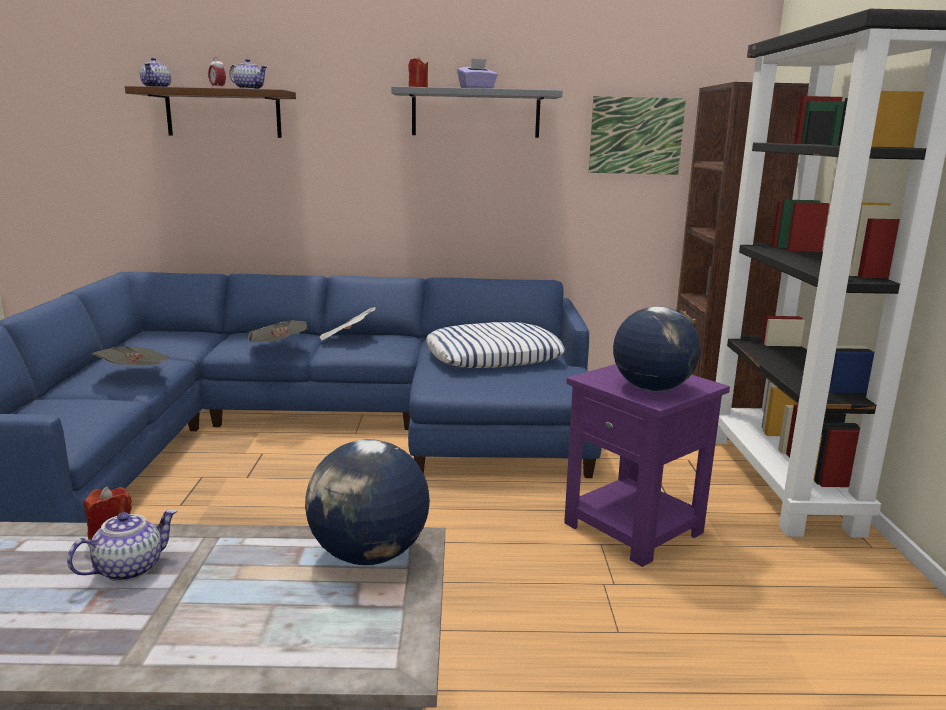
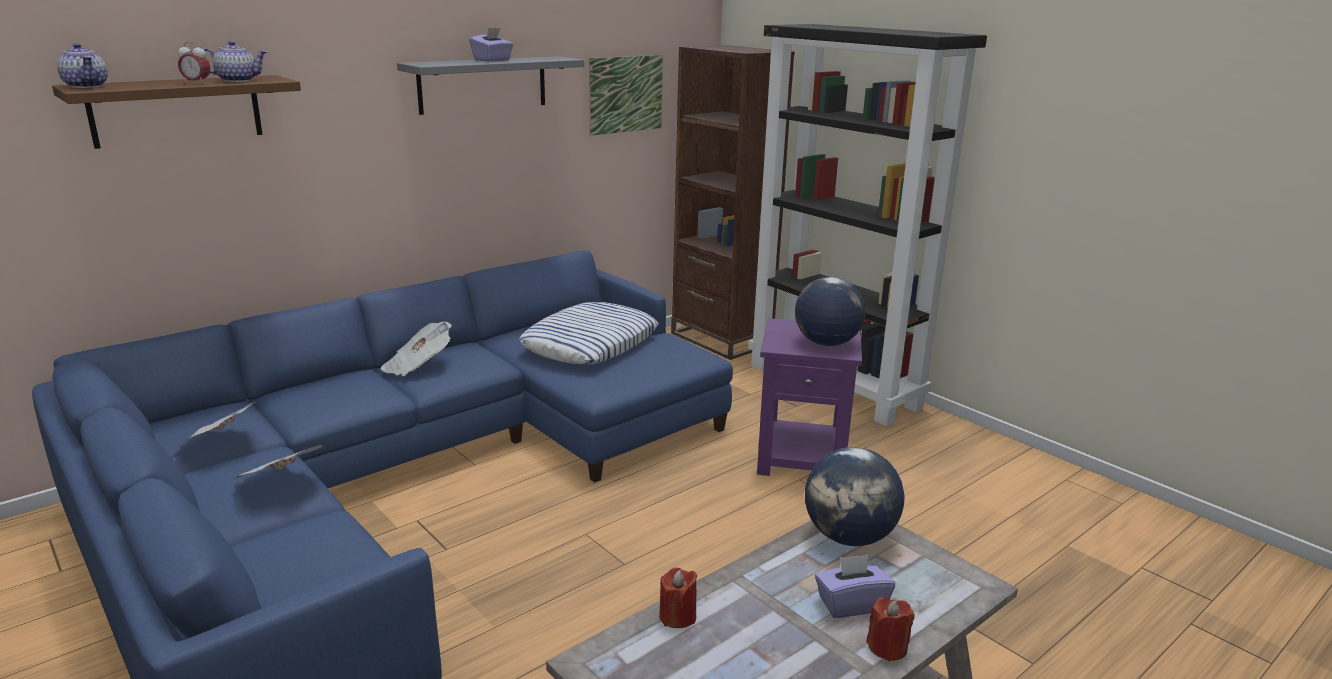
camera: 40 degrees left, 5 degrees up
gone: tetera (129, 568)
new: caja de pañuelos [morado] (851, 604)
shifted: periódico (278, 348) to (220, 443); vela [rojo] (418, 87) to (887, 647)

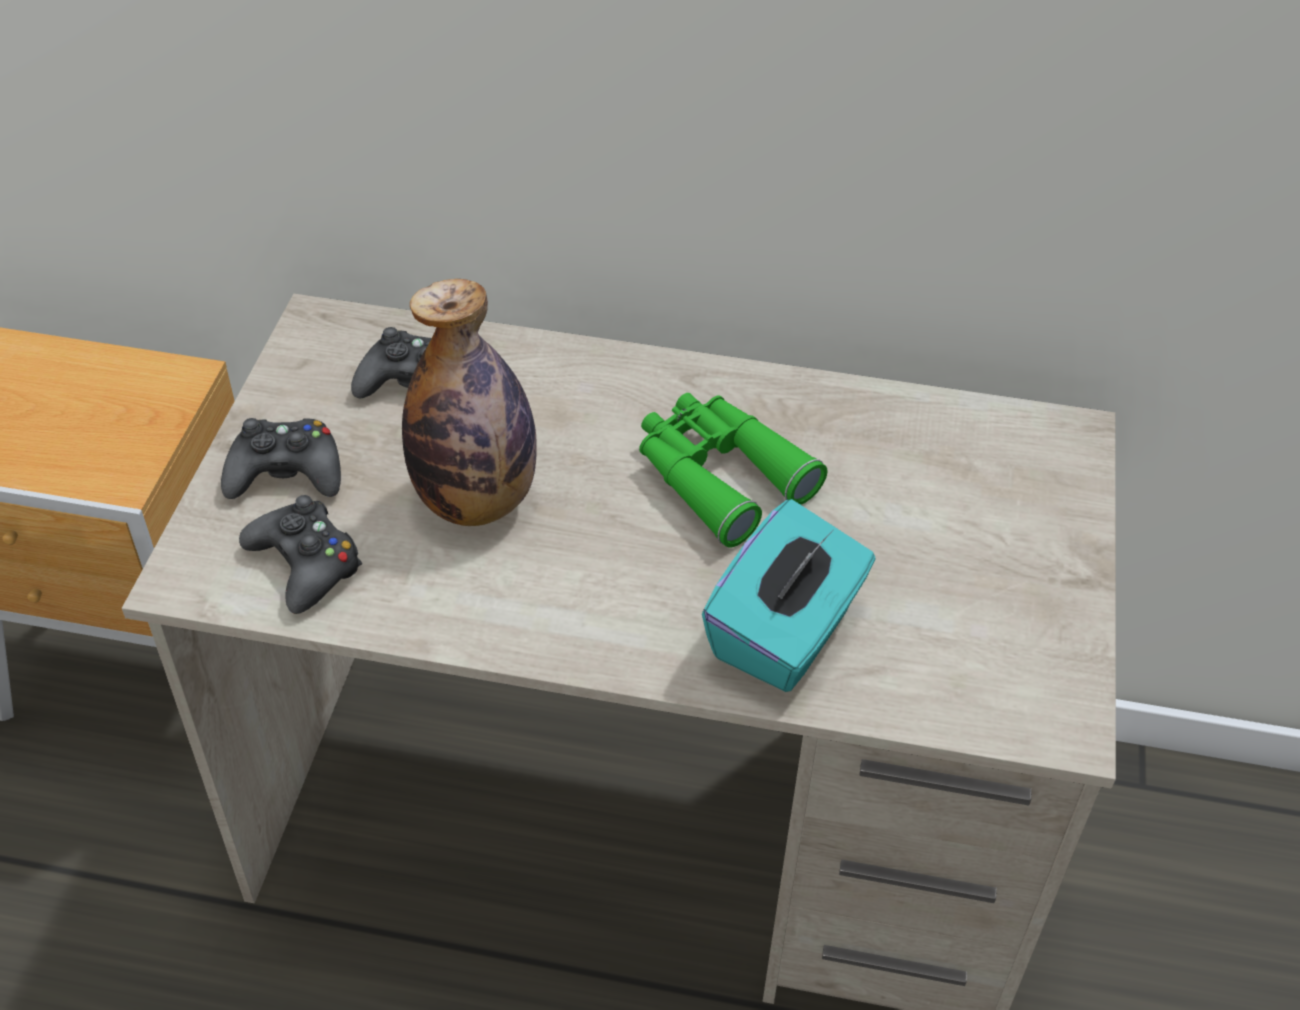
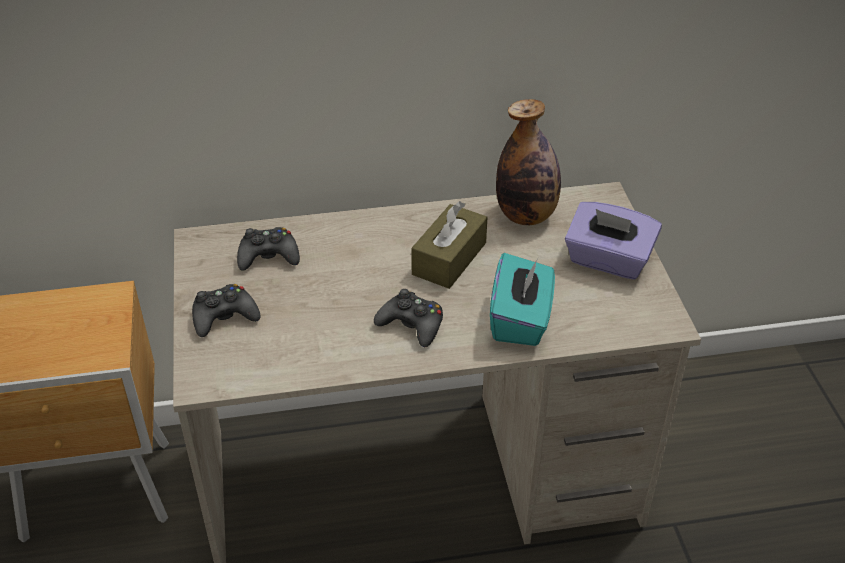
camera: 20 degrees left, 5 degrees down
new: caja de pañuelos [morado] (608, 261)
shifted: mando de consola [negro] (306, 564) to (412, 325); botella (476, 500) to (526, 215)
swapped: prismáticos [verde] (718, 476) to caja de pañuelos [marrón] (449, 258)

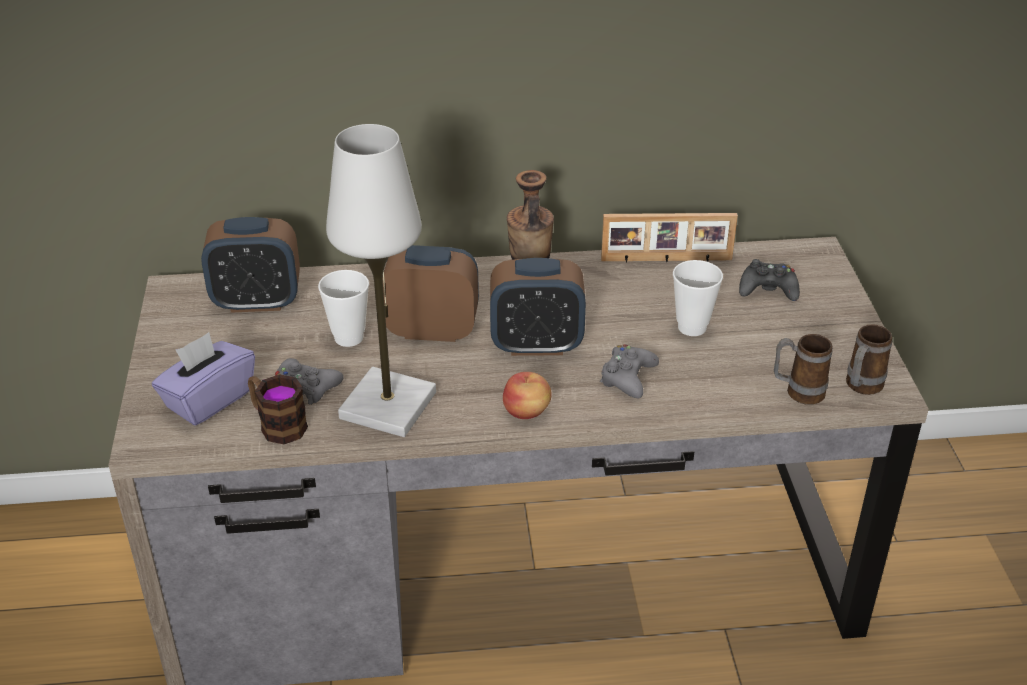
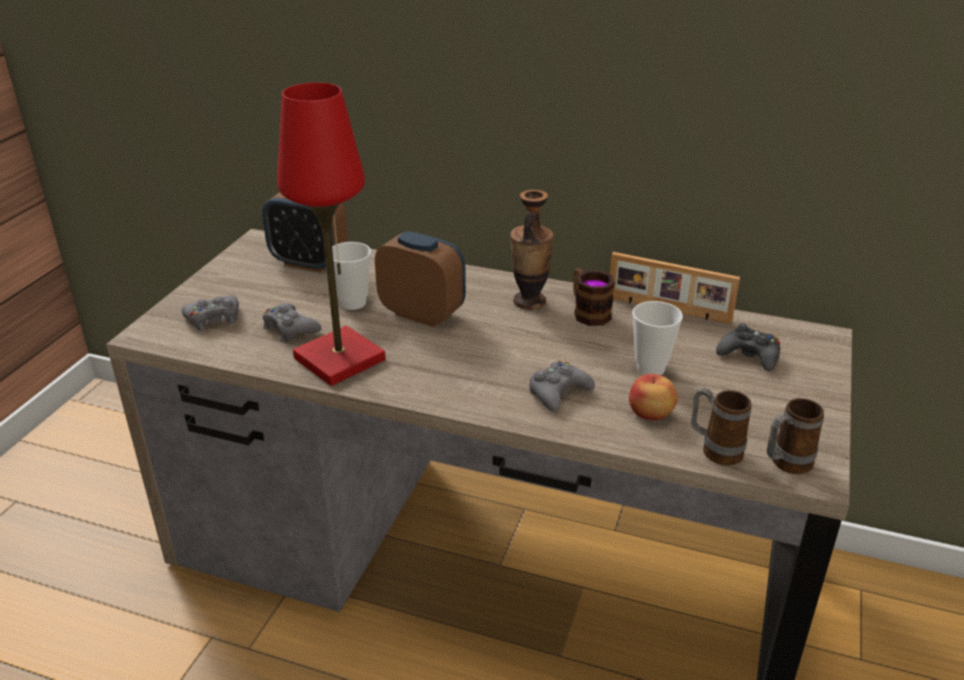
camera: 25 degrees right, 5 degrees down
gone: despertador (536, 345)
shifted: taza grande (277, 424) to (588, 312); manzana (527, 412) to (651, 414)
swapped: caja de pañuelos [morado] (208, 400) to mando de consola [gris] (213, 319)
repainted: lámpara de mesa [blanco] (388, 405) to lámpara de mesa [rojo] (339, 359)

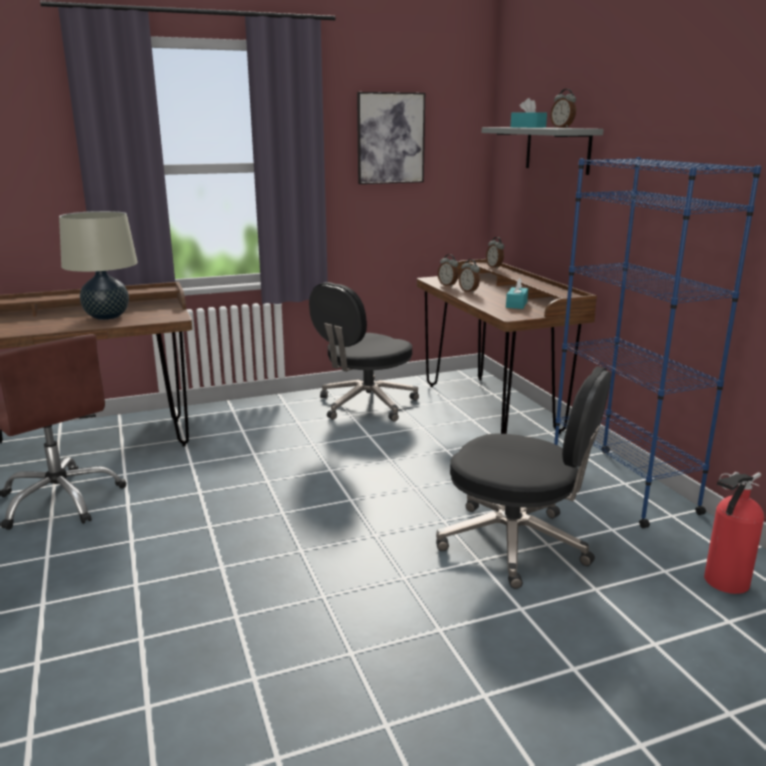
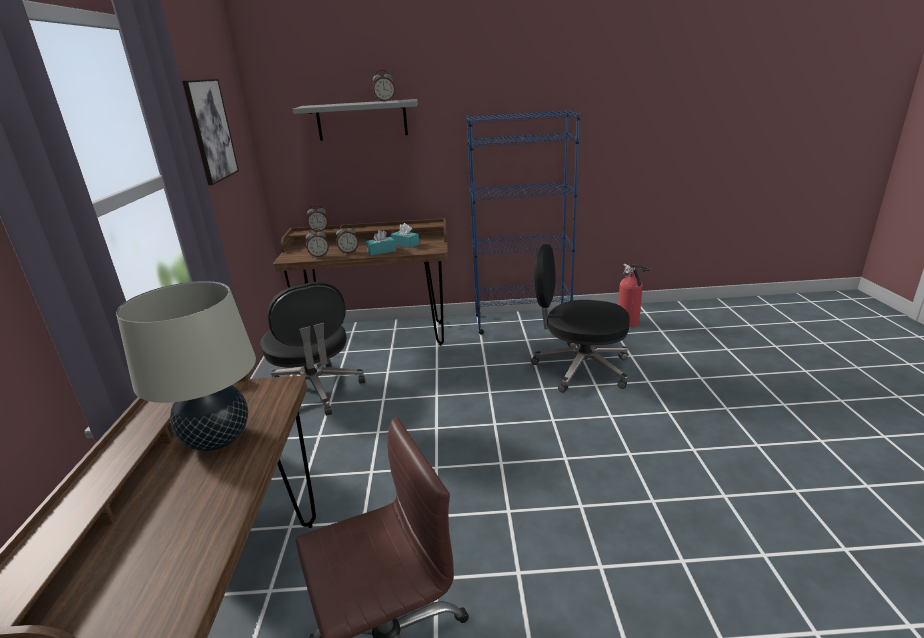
camera: 70 degrees left, 5 degrees up
shifted: caja de pañuelos [turquesa] (528, 127) to (381, 251)
rotated: silla de oficina [negro] (517, 544) = (579, 368) 120 degrees counterclockwise

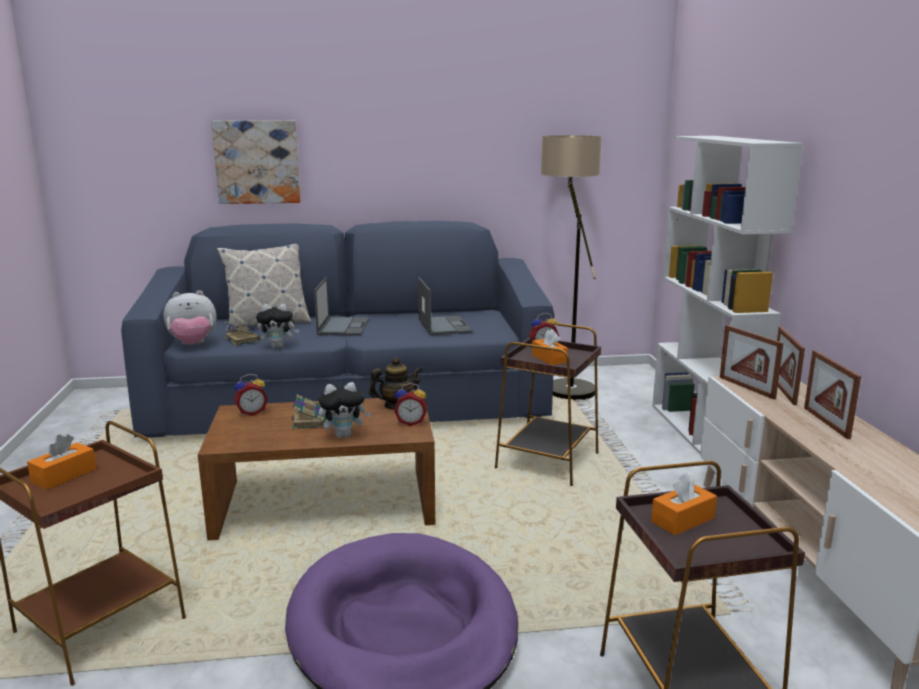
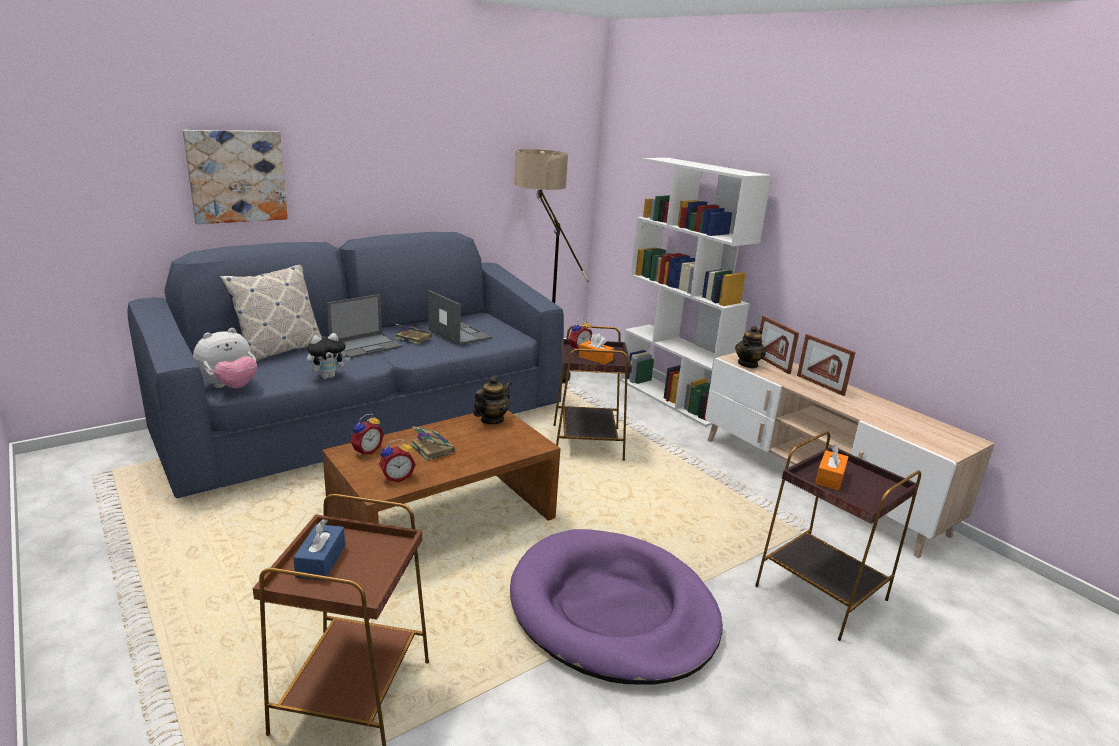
camera: 30 degrees left, 5 degrees up
gone: peluche (344, 435)
shifted: despertador (411, 422) to (397, 477); libro (241, 339) to (412, 338)
swapped: portarretratos (746, 387) to tetera (748, 364)
repainted: caja de pañuelos [naranja] (64, 475) to caja de pañuelos [azul] (321, 561)
rotated: portátil (343, 326) = (366, 346) 75 degrees clockwise

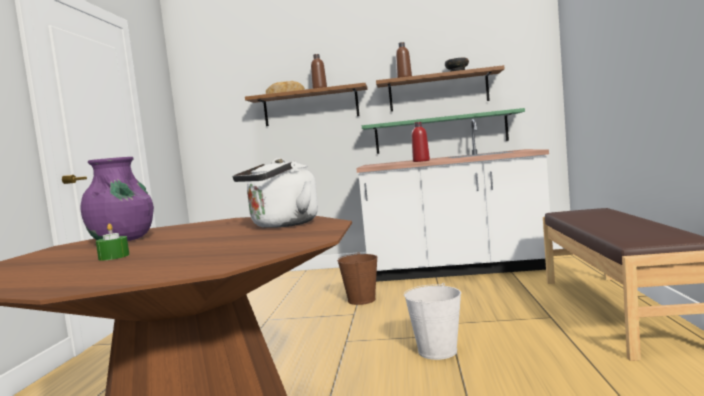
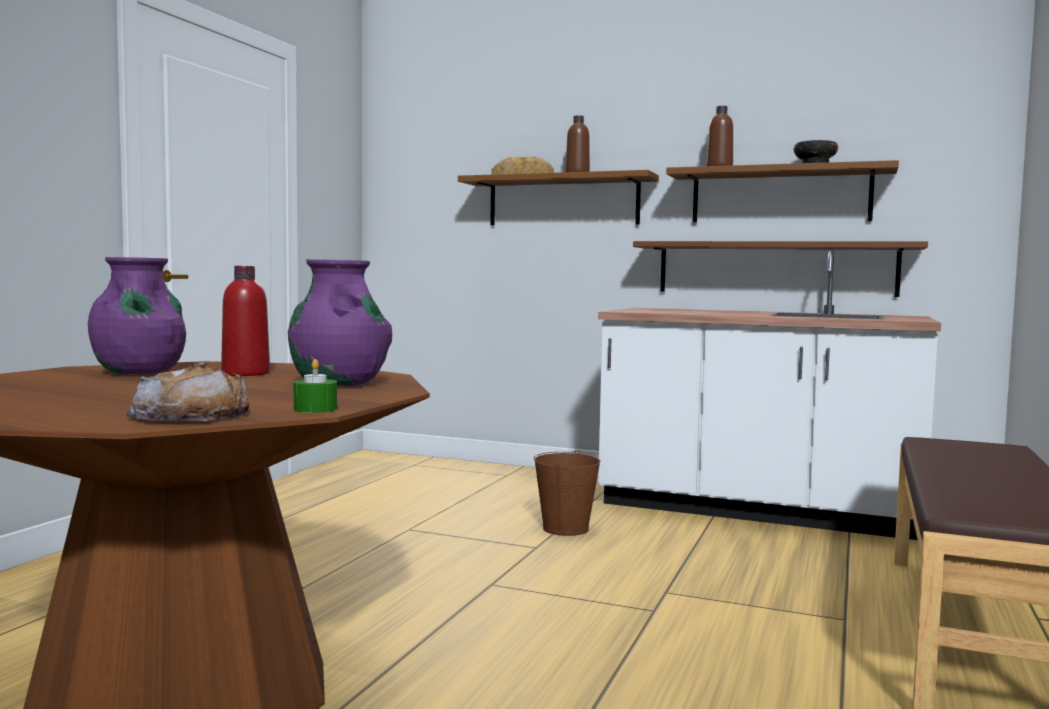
camera: 15 degrees right, 0 degrees up
gone: cubo [blanco] (437, 351)
new: pan (191, 415)
shifted: botella [rojo] (421, 161) to (246, 373); vela [verde] (114, 257) to (315, 409)
swapped: hervidor [blanco] (281, 225) to florero [morado] (339, 384)
repainted: estante [verde] (440, 132) to estante [marrón] (775, 268)

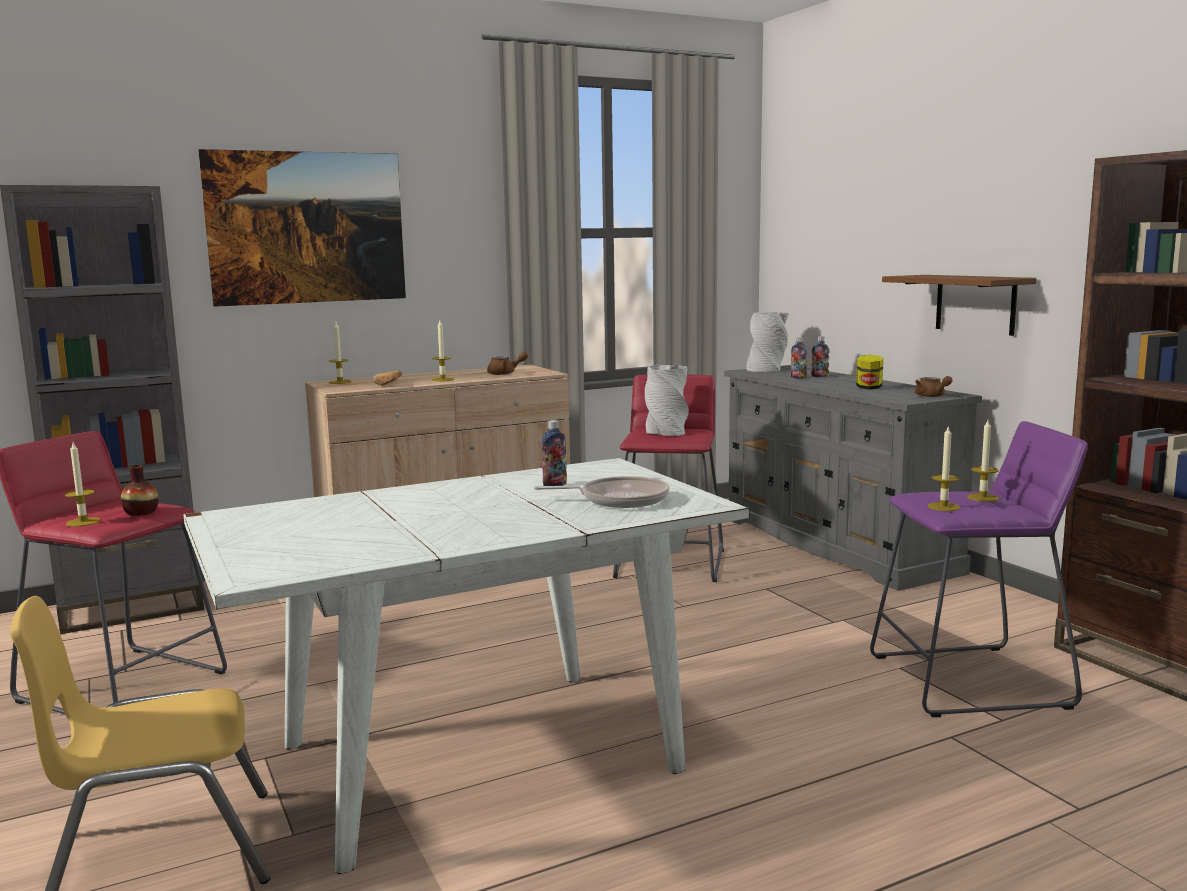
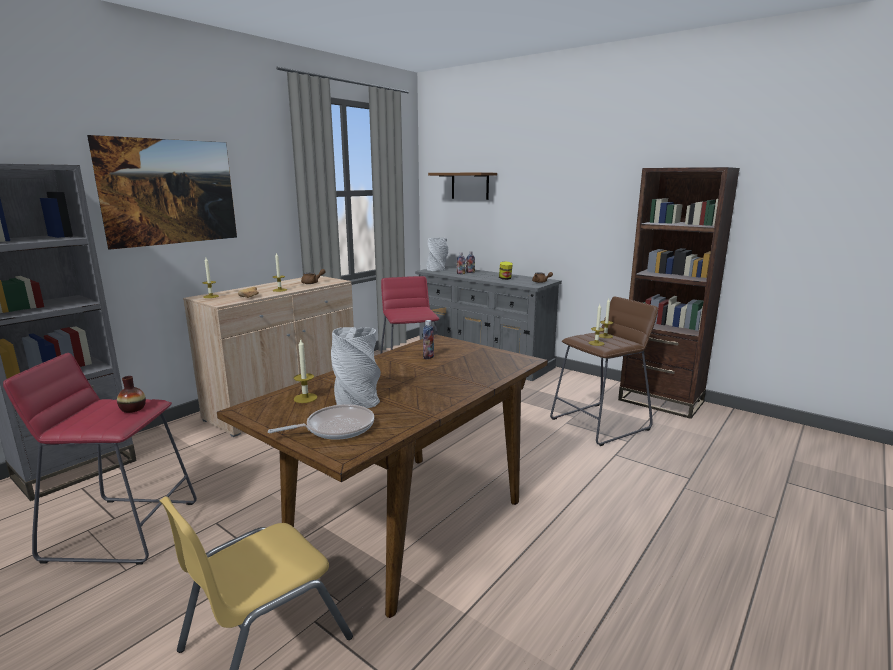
camera: 25 degrees left, 5 degrees up
shifted: sartén (619, 499) to (336, 428); vela (83, 522) to (305, 398); florero [gris] (666, 432) to (357, 399); estante [marrón] (975, 304) to (470, 186)
repainted: mesa de comedor [blanco] (475, 759) to mesa de comedor [marrón] (406, 522); taburete [morado] (969, 681) to taburete [marrón] (600, 424)

